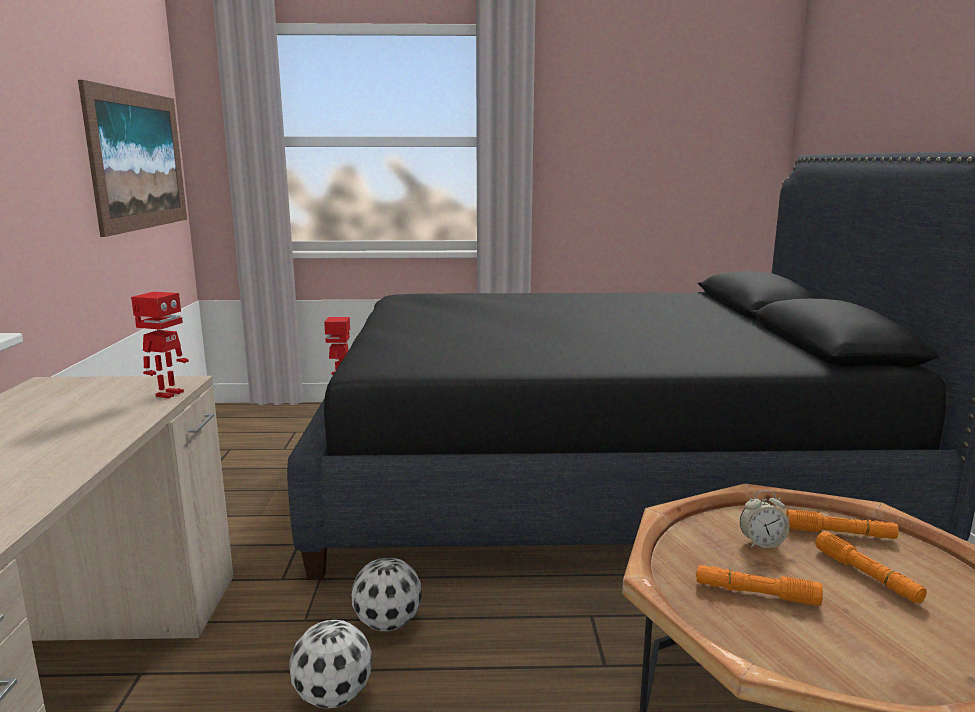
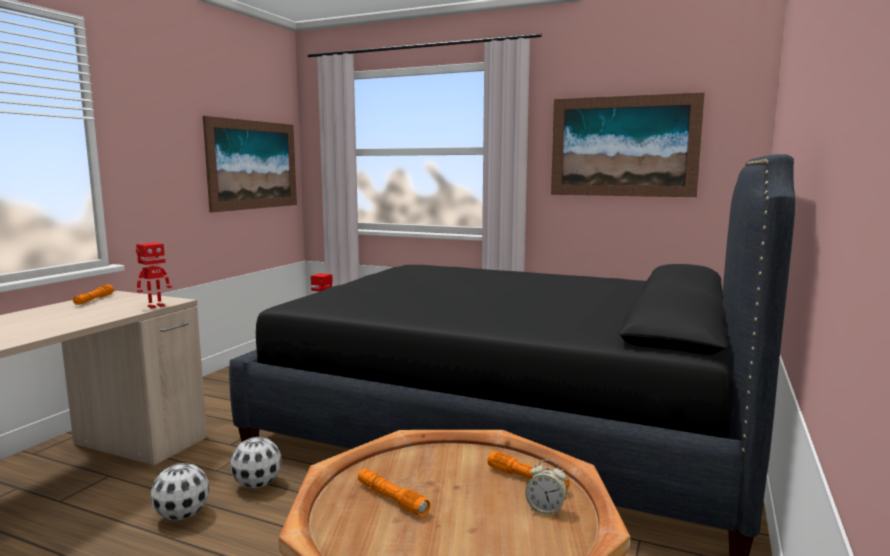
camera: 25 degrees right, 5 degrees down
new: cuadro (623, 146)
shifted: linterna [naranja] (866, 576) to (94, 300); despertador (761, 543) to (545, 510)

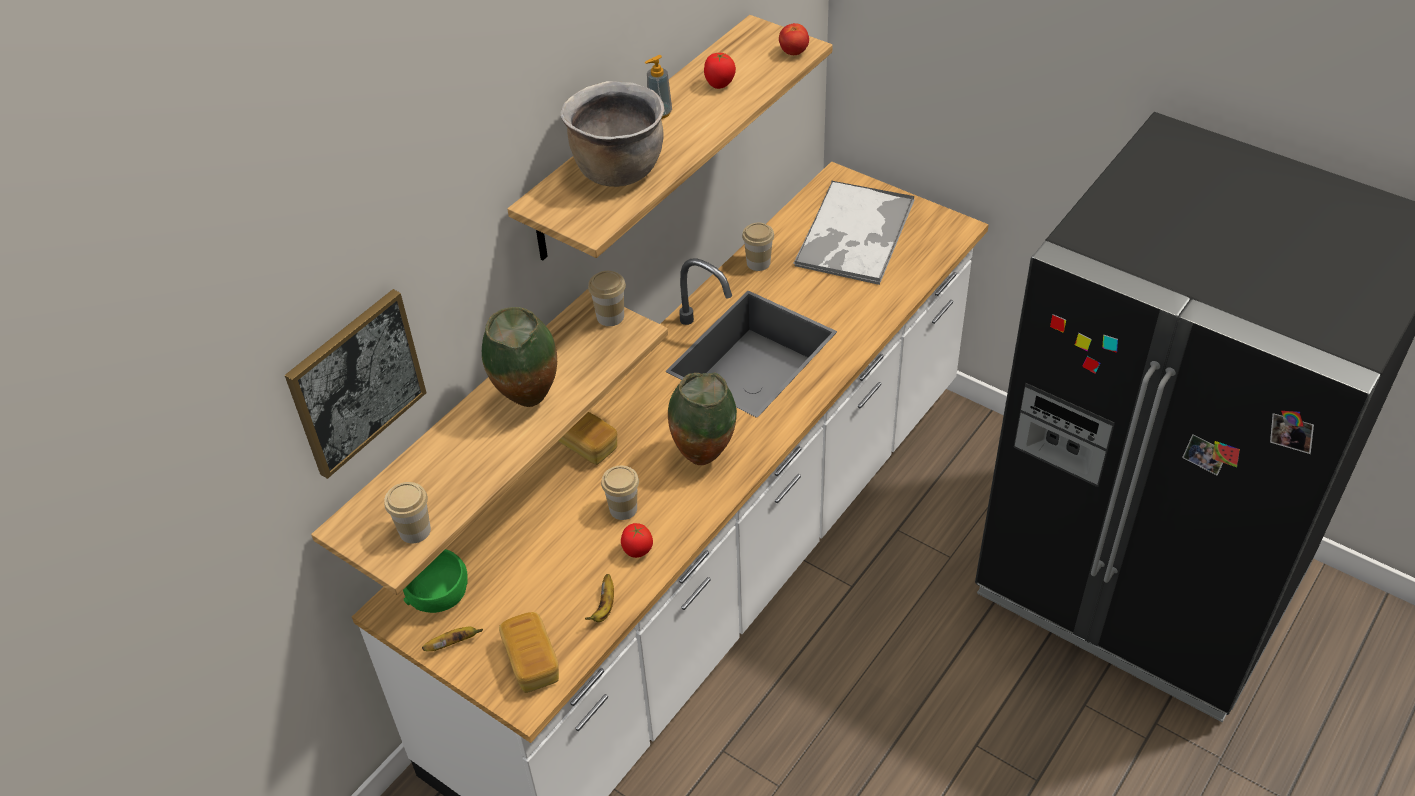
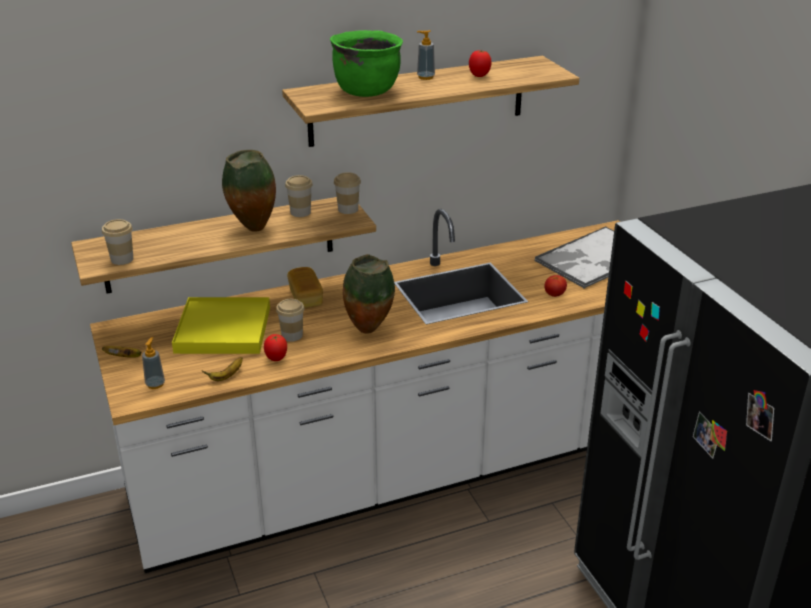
camera: 30 degrees right, 15 degrees down
gone: cuadro (356, 382); cuenco [verde] (438, 594)
new: bandeja [amarillo] (223, 330)
shifted: taza (758, 263) to (300, 212); tomate (793, 52) to (554, 294)
swapped: pan (532, 662) to dispensador de jabón (155, 384)
repainted: olla [marrón] (618, 169) to olla [verde] (366, 91)

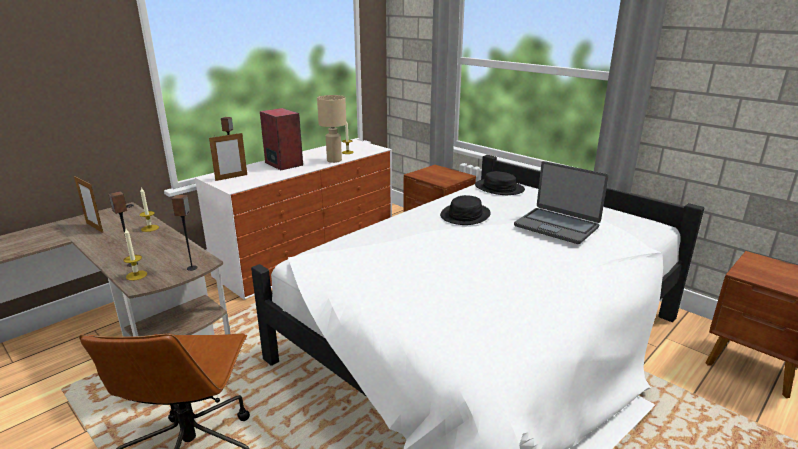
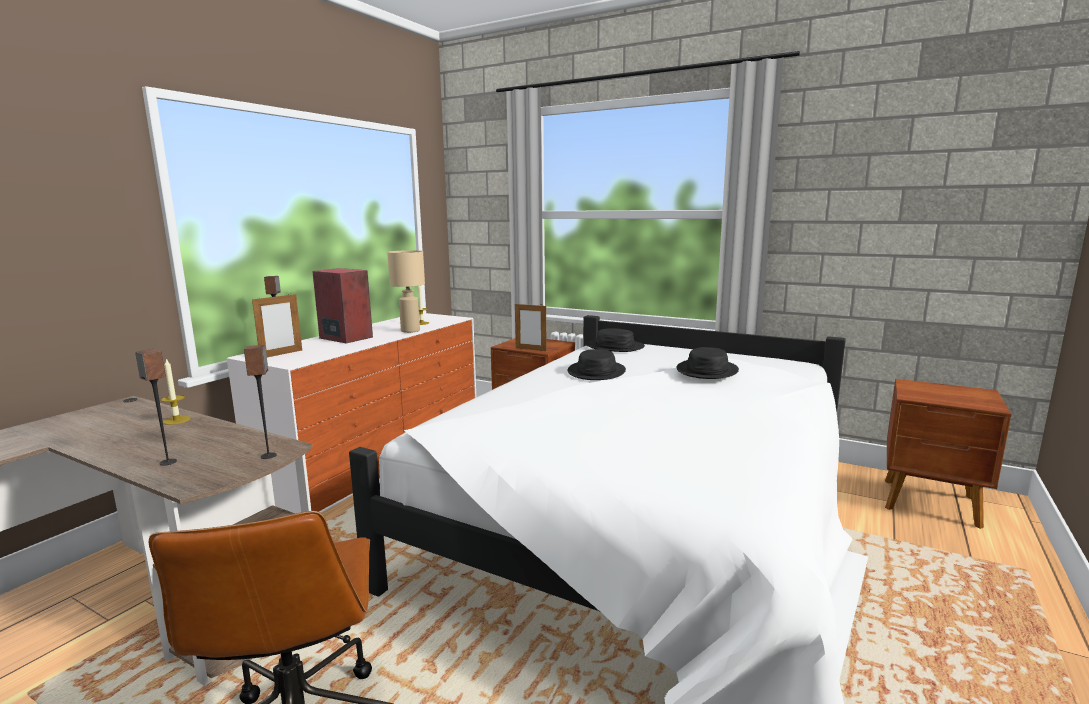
camera: 15 degrees left, 10 degrees down
gone: vela (136, 275)
shifted: portarretratos (94, 227) to (530, 349)
swapped: portátil (556, 226) to sombrero [negro] (707, 370)

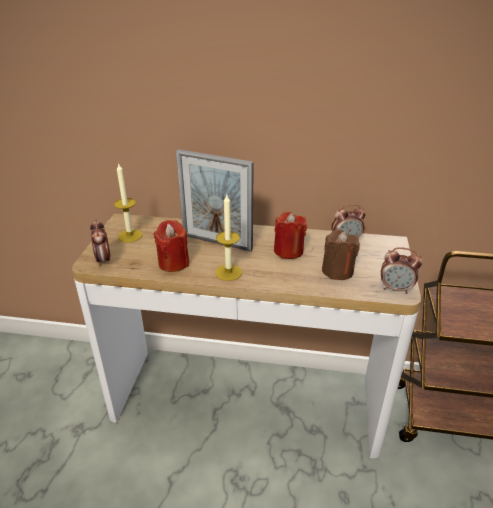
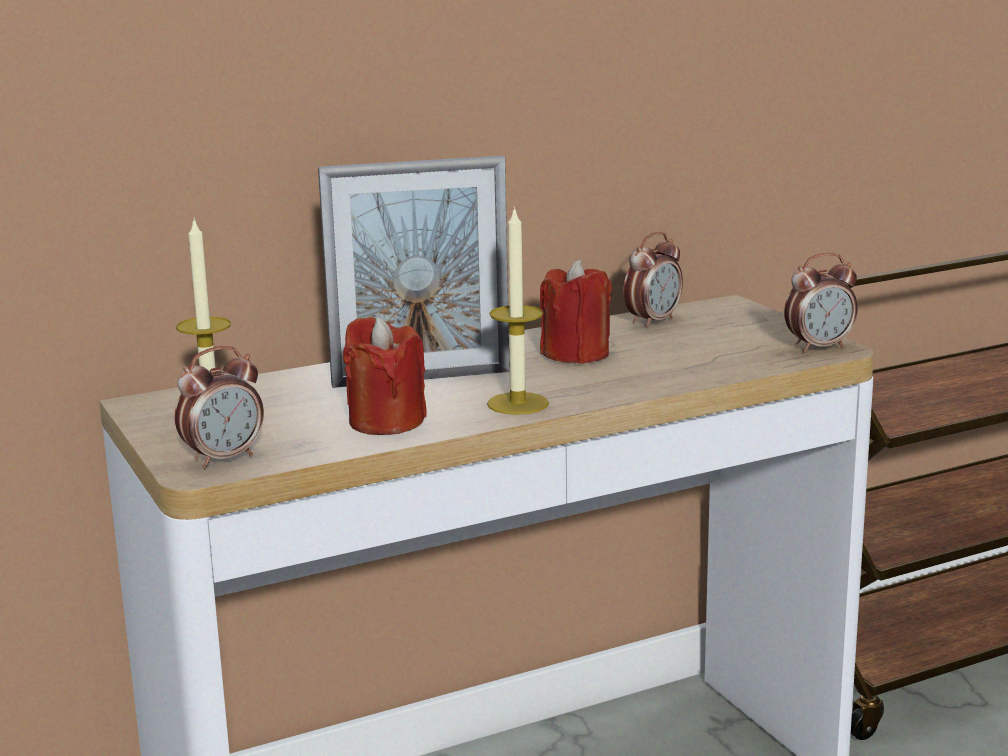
camera: 35 degrees left, 15 degrees down
gone: vela [marrón] (337, 271)
rotated: despertador (103, 260) = (224, 459) 75 degrees counterclockwise

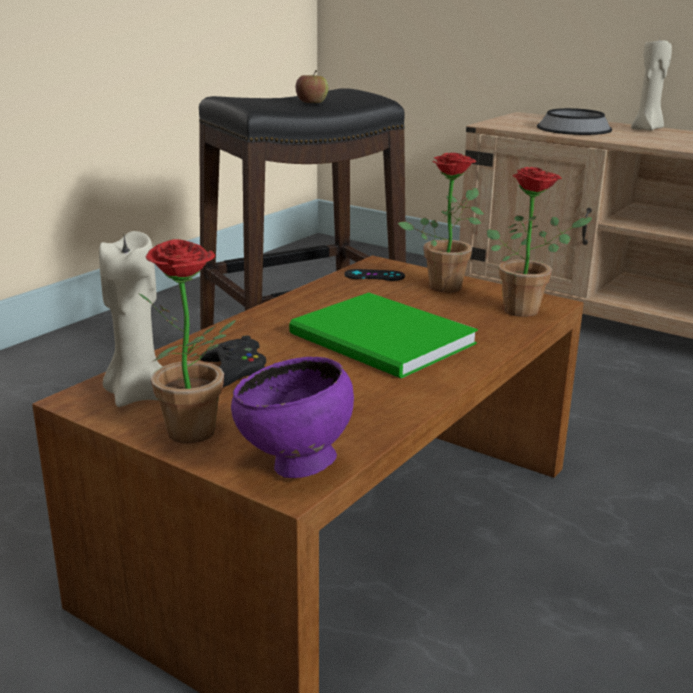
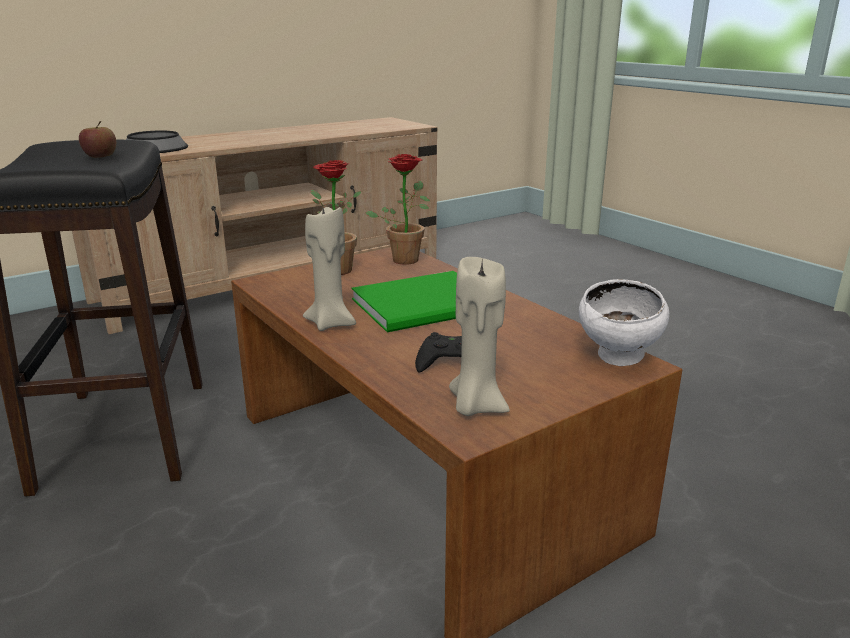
camera: 70 degrees left, 0 degrees up
gone: planta en maceta (197, 436); mando de consola [negro] (374, 275)
shifted: vela [beis] (647, 129) to (330, 323)
repainted: cuenco [morado] (295, 467) to cuenco [blanco] (619, 360)

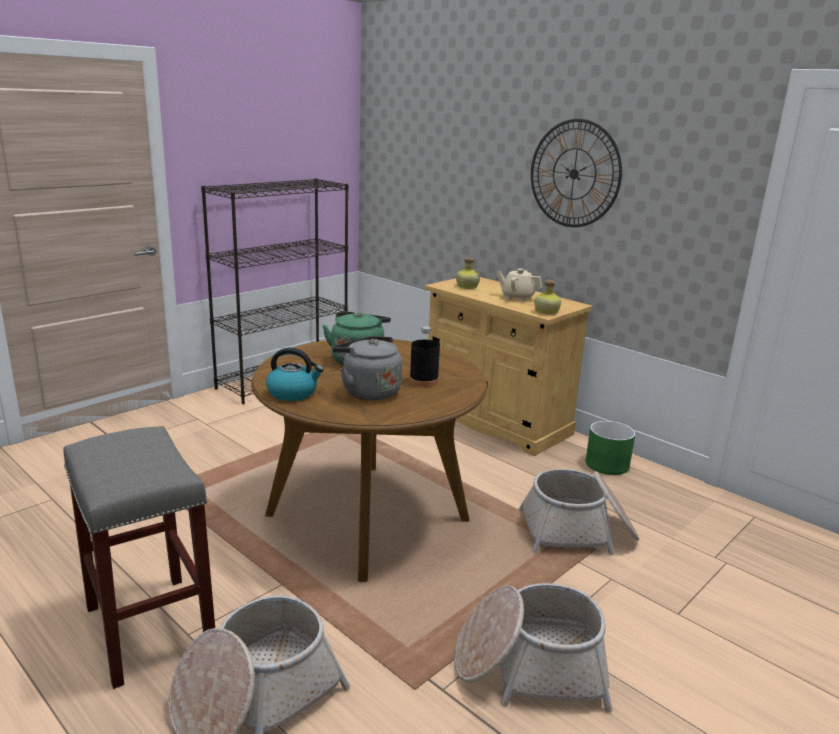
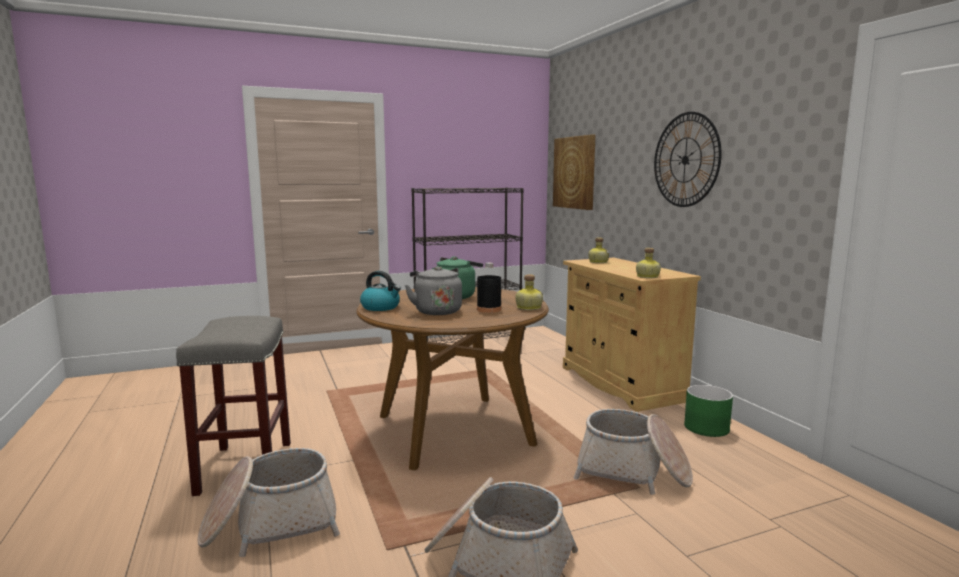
camera: 25 degrees right, 10 degrees down
gone: tetera [beis] (517, 298)
new: botella (528, 308); cuadro (574, 172)

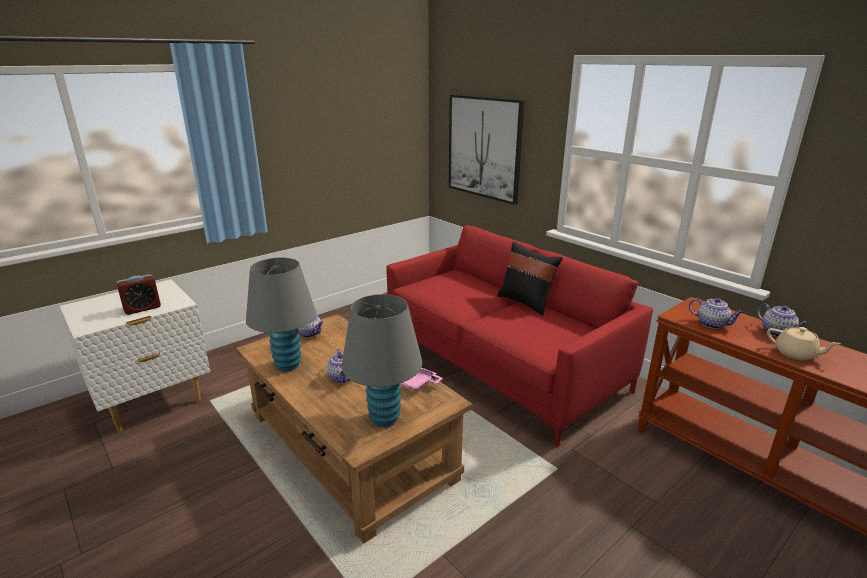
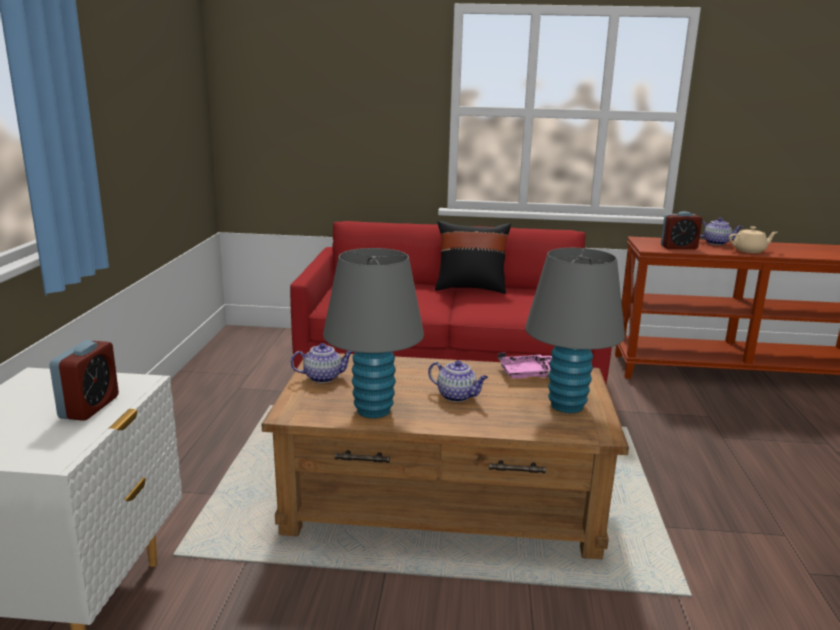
camera: 45 degrees left, 5 degrees down
gone: cuadro (484, 147)
swapped: tetera (712, 324) to despertador (678, 247)

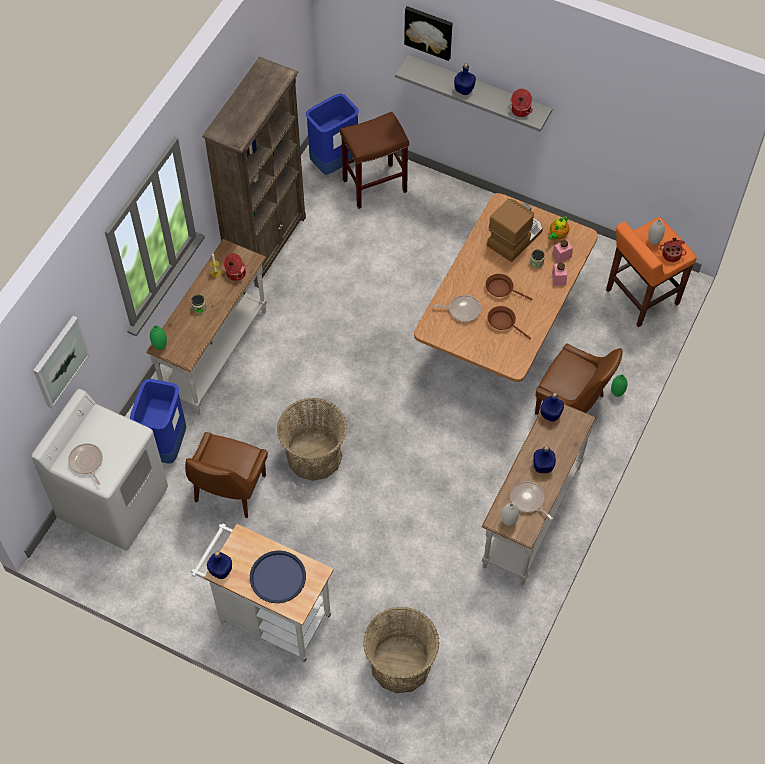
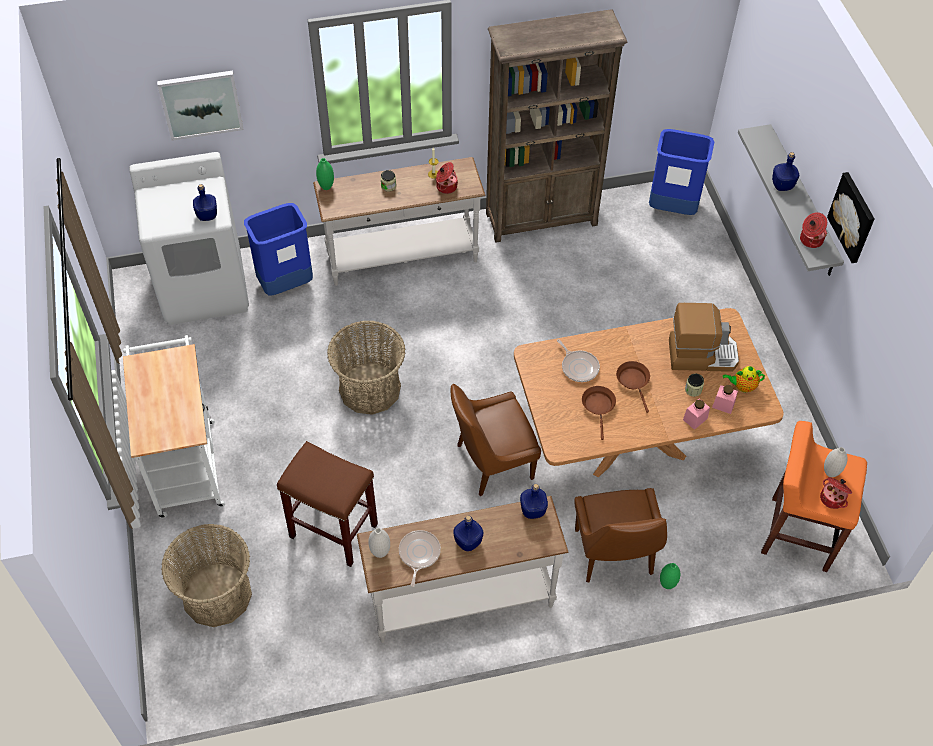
camera: 50 degrees right, 5 degrees down
gone: sartén (86, 462); bandeja [azul] (277, 577)
shifted: botella [azul] (221, 571) to (207, 216); taburete [marrón] (374, 186) to (332, 530); silla [marrón] (229, 491) to (491, 462); cuadro (429, 32) to (853, 217)

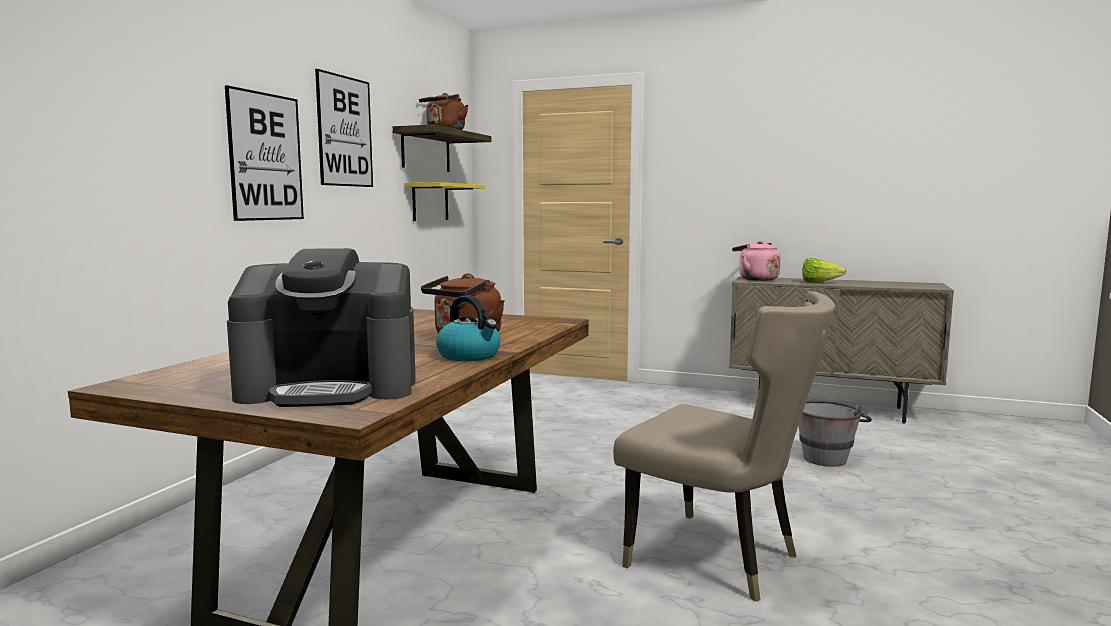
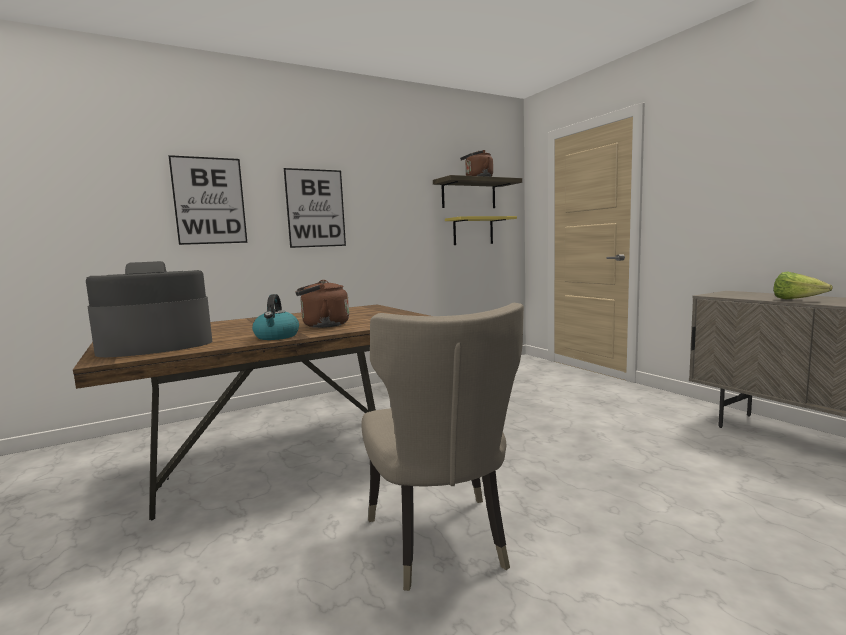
camera: 40 degrees right, 0 degrees up
gone: hervidor [rosa] (756, 279); cubo [gris] (828, 456)
shifted: cuadro (345, 131) to (209, 201)
rotated: cafetera (331, 387) = (156, 345) 120 degrees clockwise

